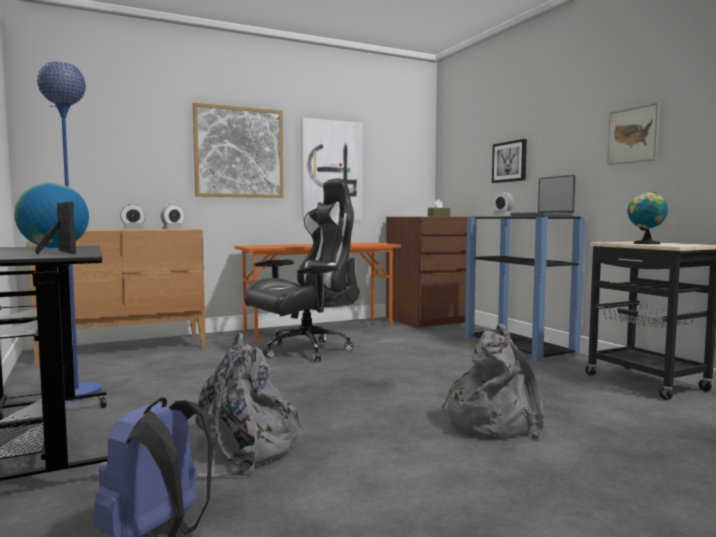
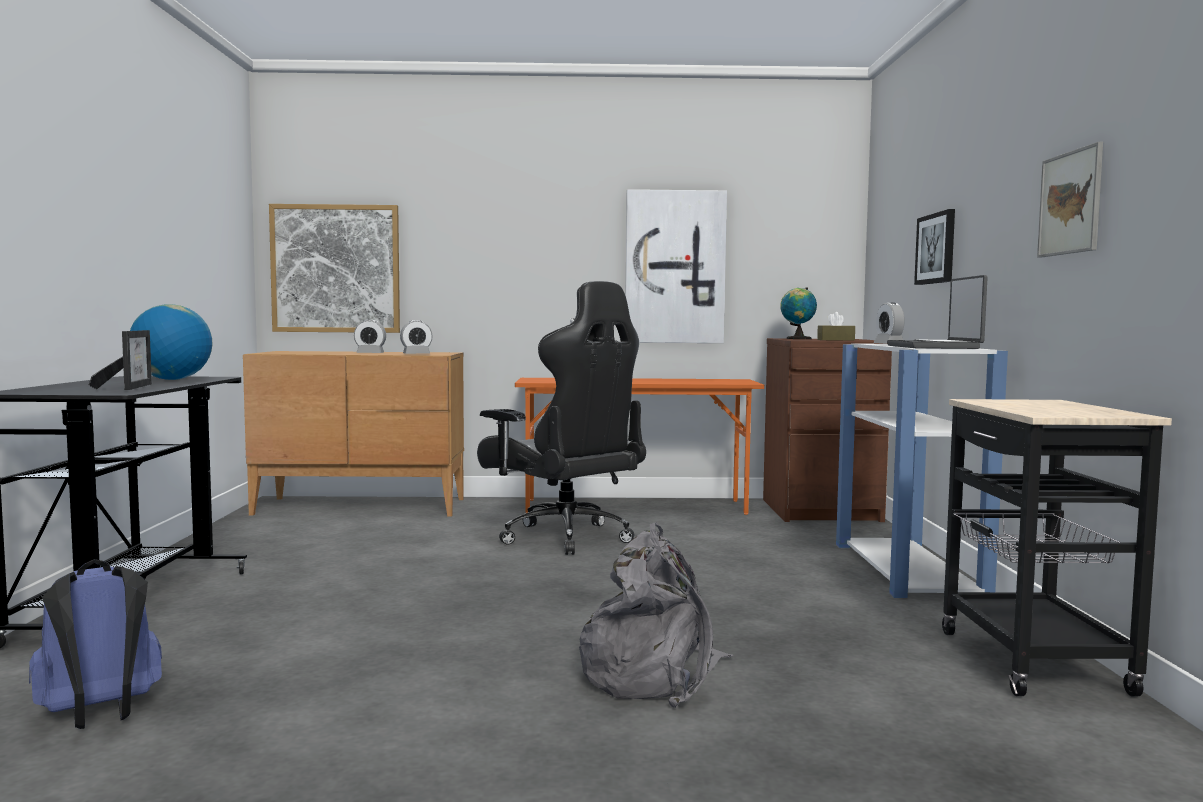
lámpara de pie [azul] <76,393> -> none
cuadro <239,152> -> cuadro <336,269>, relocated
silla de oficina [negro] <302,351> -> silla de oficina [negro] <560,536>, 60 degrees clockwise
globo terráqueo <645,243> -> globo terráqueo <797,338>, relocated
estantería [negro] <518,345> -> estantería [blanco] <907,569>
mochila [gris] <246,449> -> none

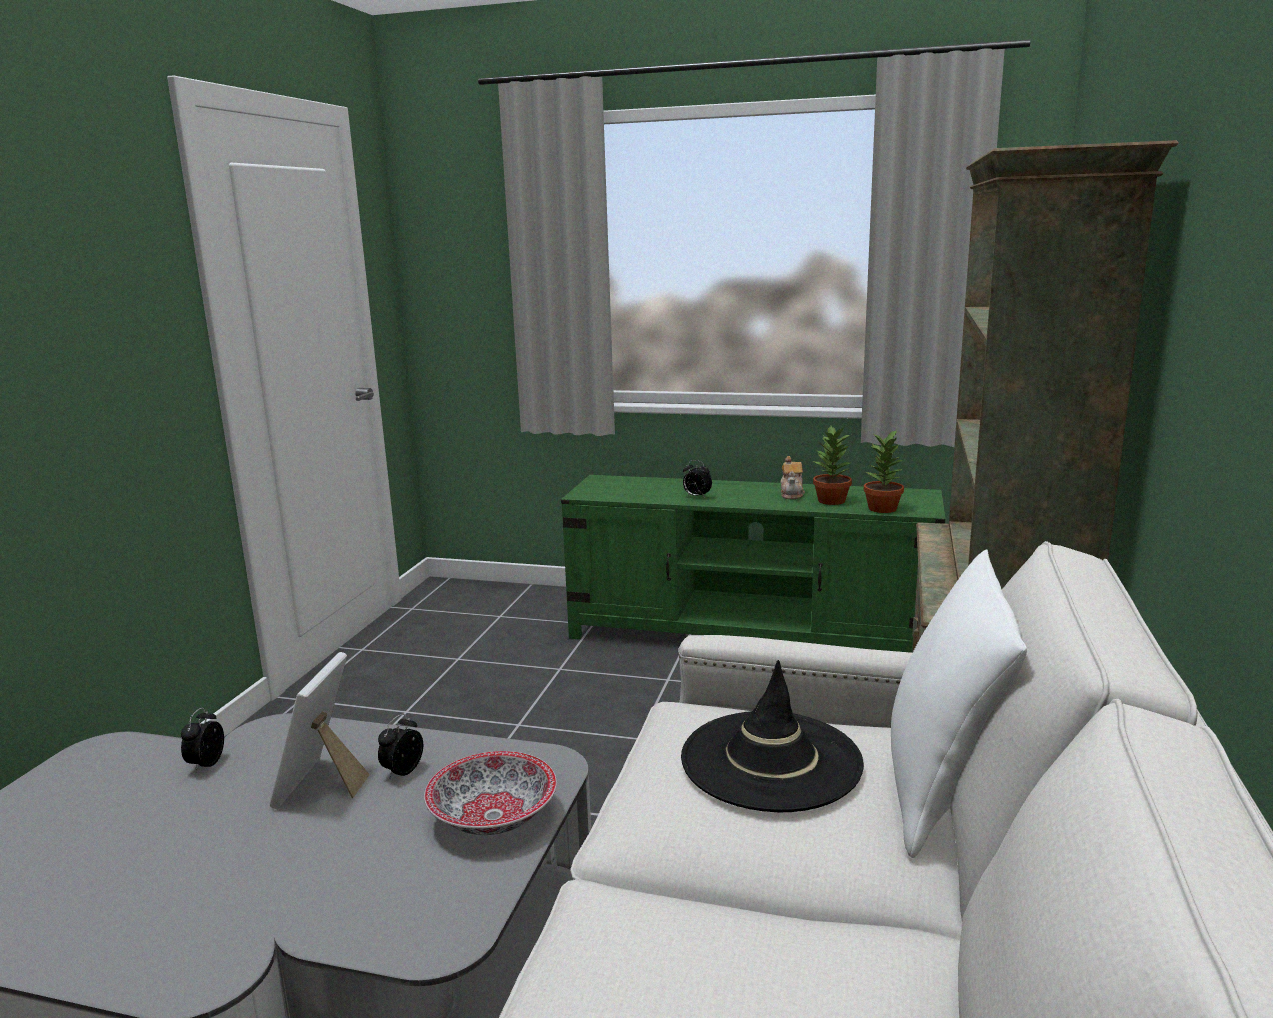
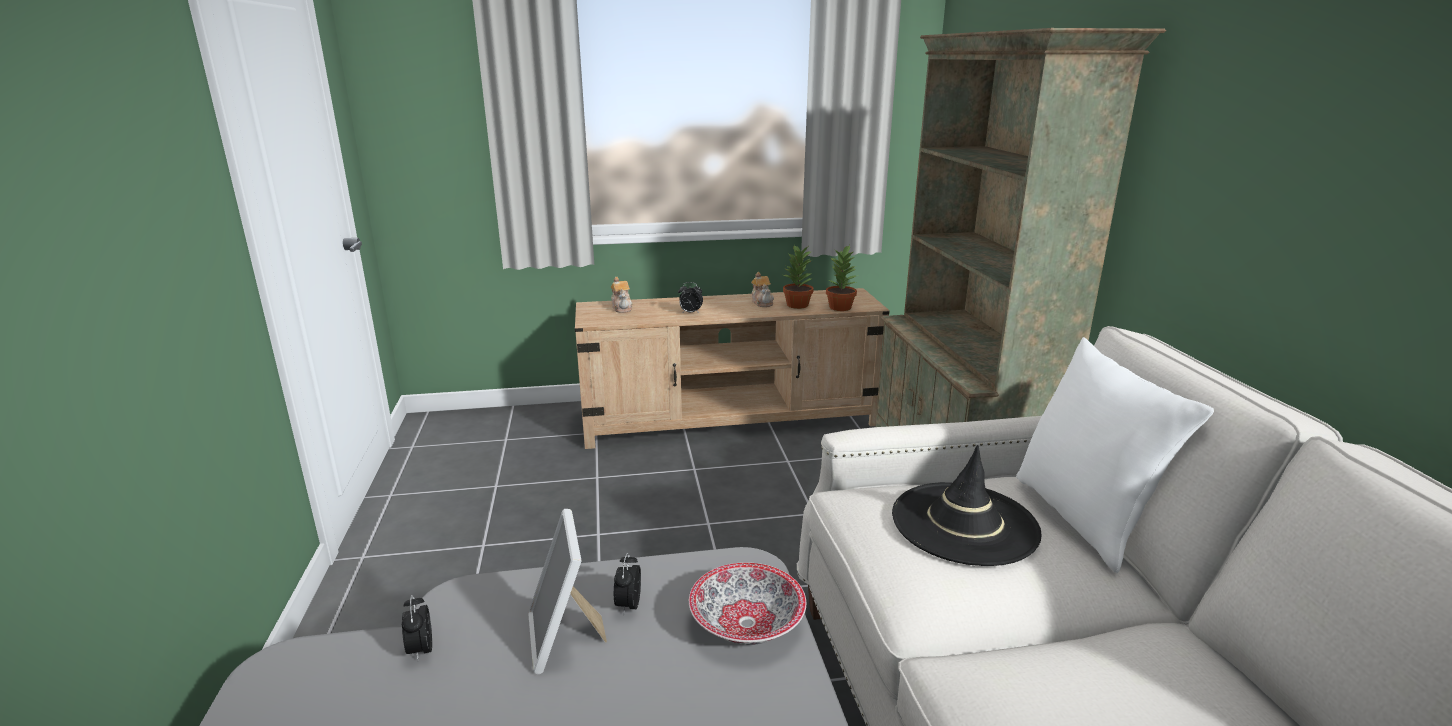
mueble de televisión [verde] <750,635> -> mueble de televisión [beis] <731,420>
none -> tetera <622,308>

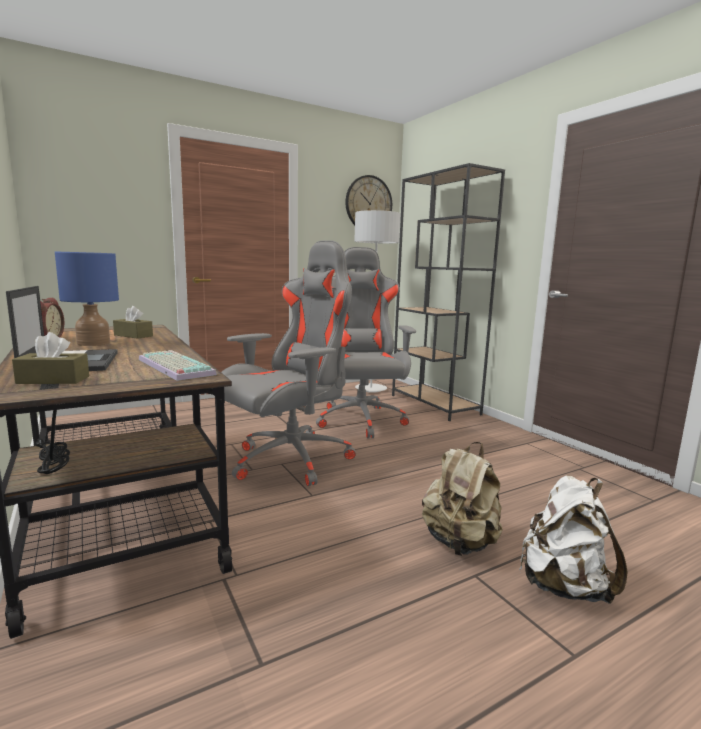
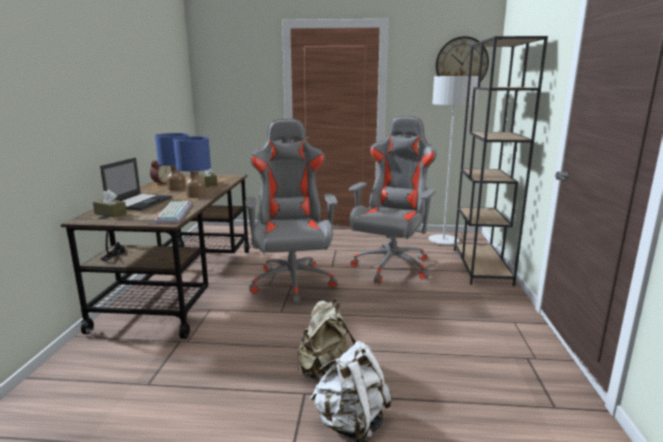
silla de oficina [gris] <284,463> -> silla de oficina [gris] <293,286>, 90 degrees counterclockwise
none -> lámpara de mesa [azul] <196,195>

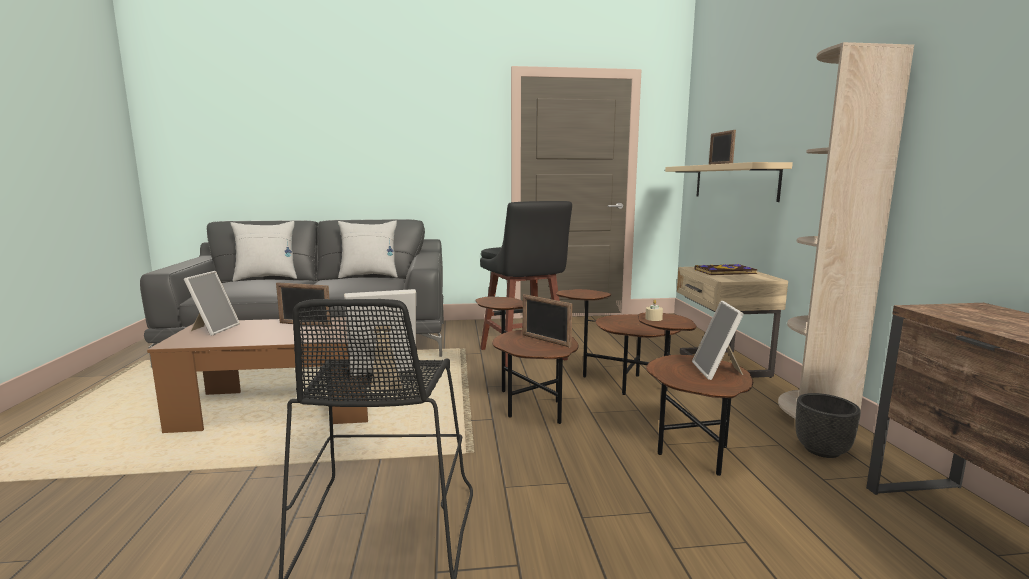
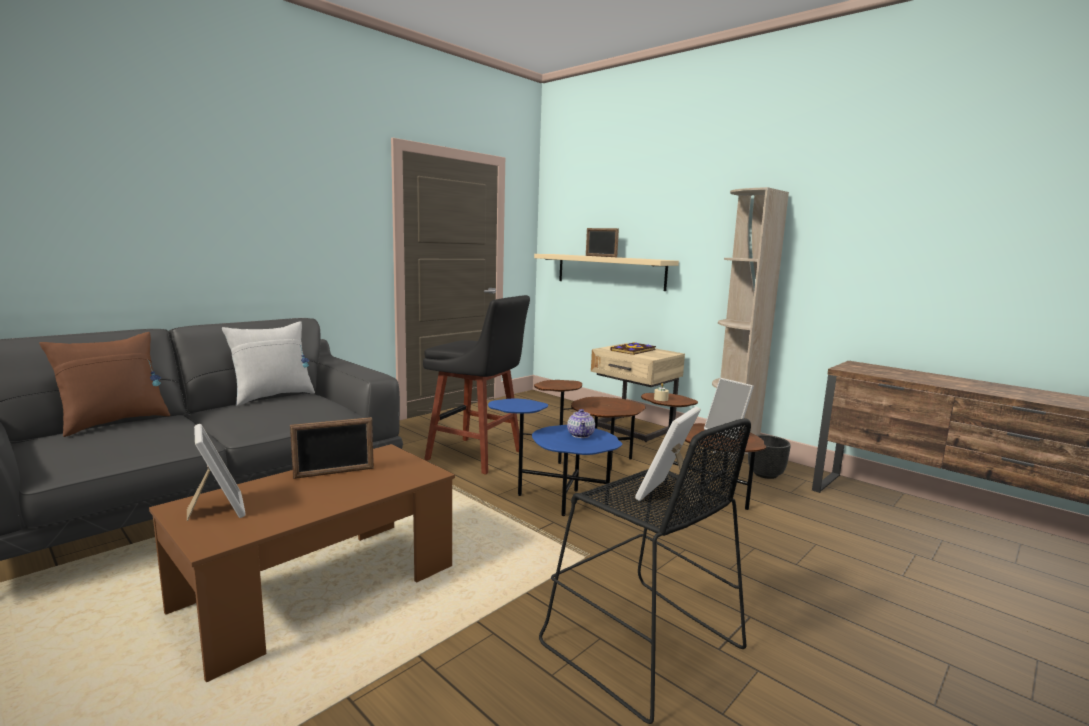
cojín [gris] <266,278> -> cojín [marrón] <114,423>
portarretratos <545,341> -> tetera <581,435>
mesa auxiliar [marrón] <525,404> -> mesa auxiliar [azul] <556,500>

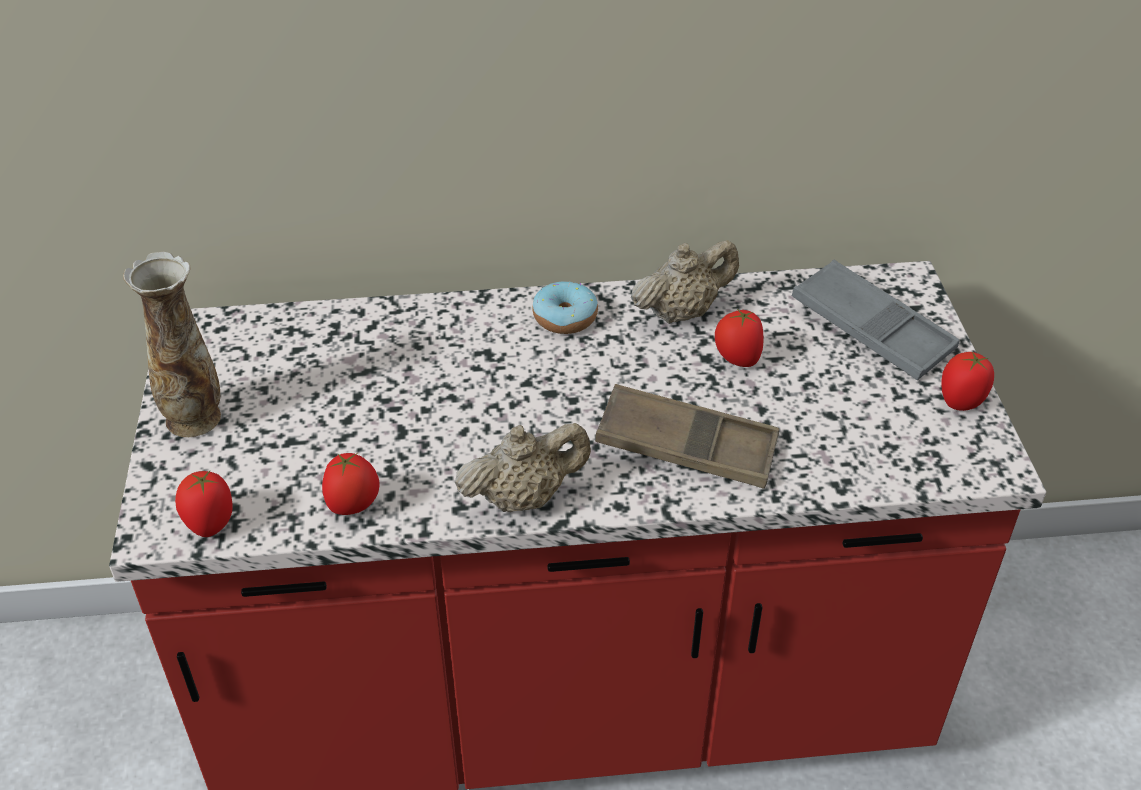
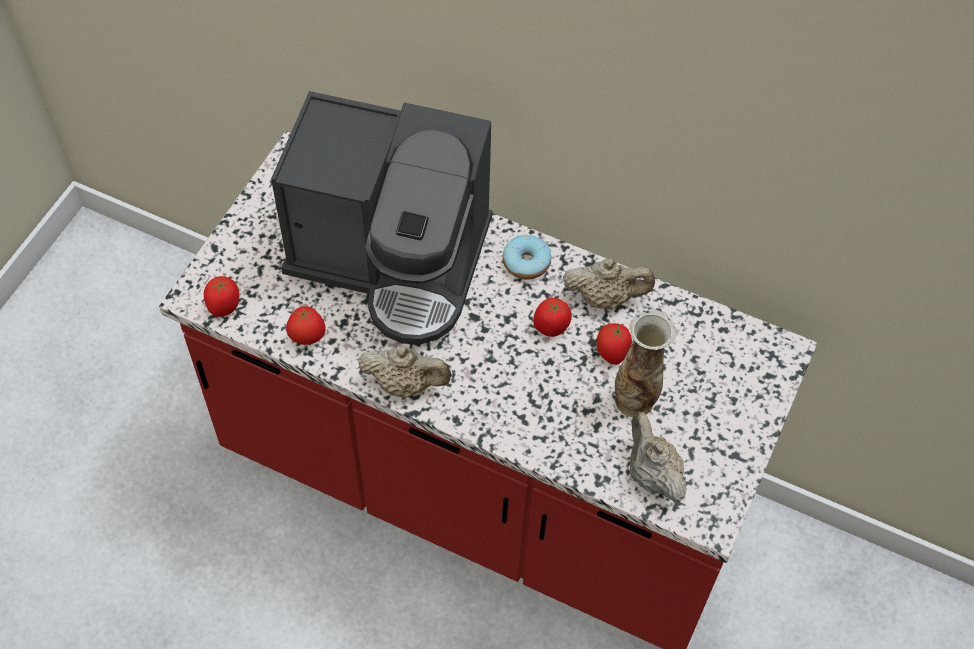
florero <195,417> -> florero <635,399>, relocated
bandeja [gris] <871,329> -> none
tomate <961,401> -> tomate <551,328>, relocated
bandeja [marrón] <686,446> -> none
none -> cafetera <393,259>
none -> tetera [beis] <651,473>

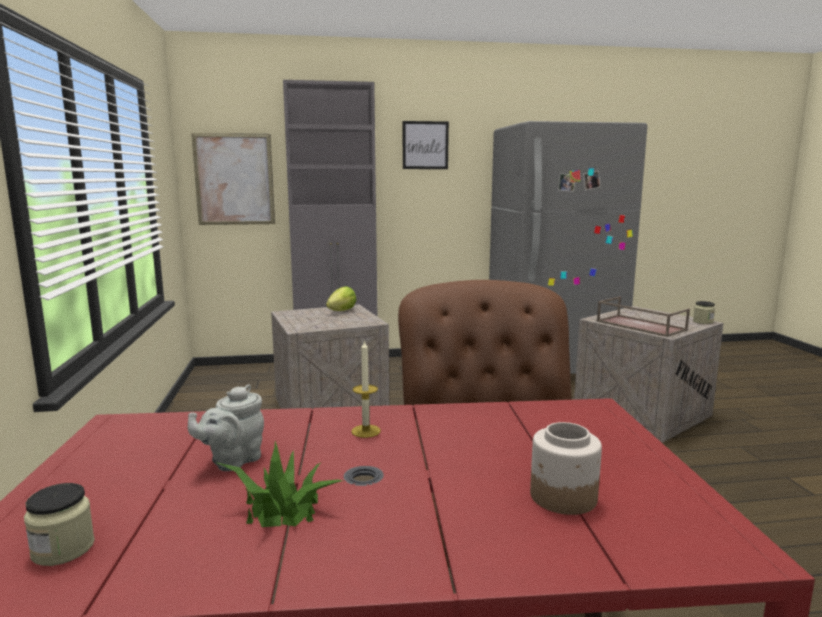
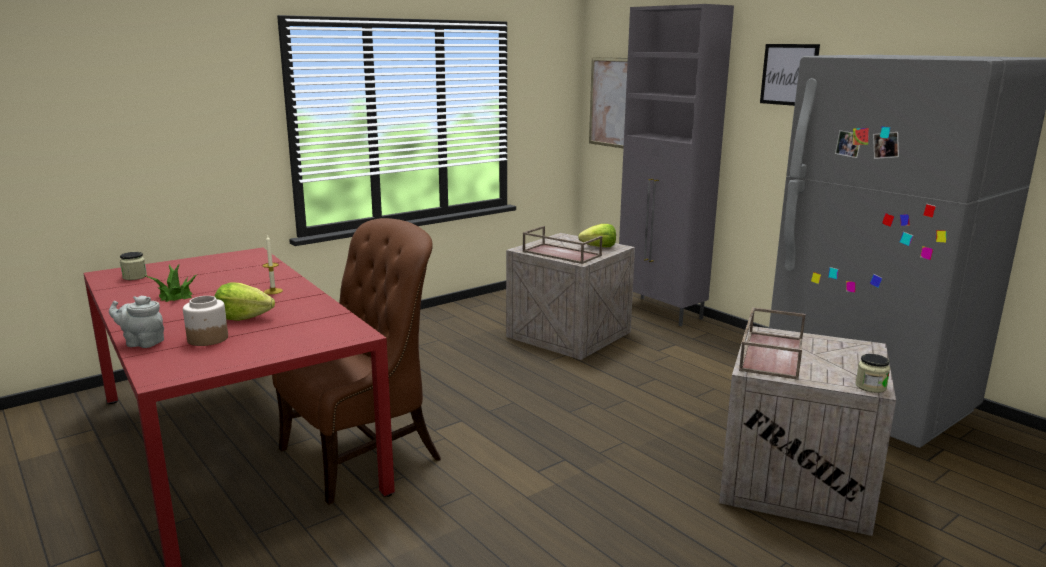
tetera [gris] <233,461> -> tetera [gris] <142,343>, relocated
none -> bandeja [marrón] <560,253>
none -> lechuga <243,318>

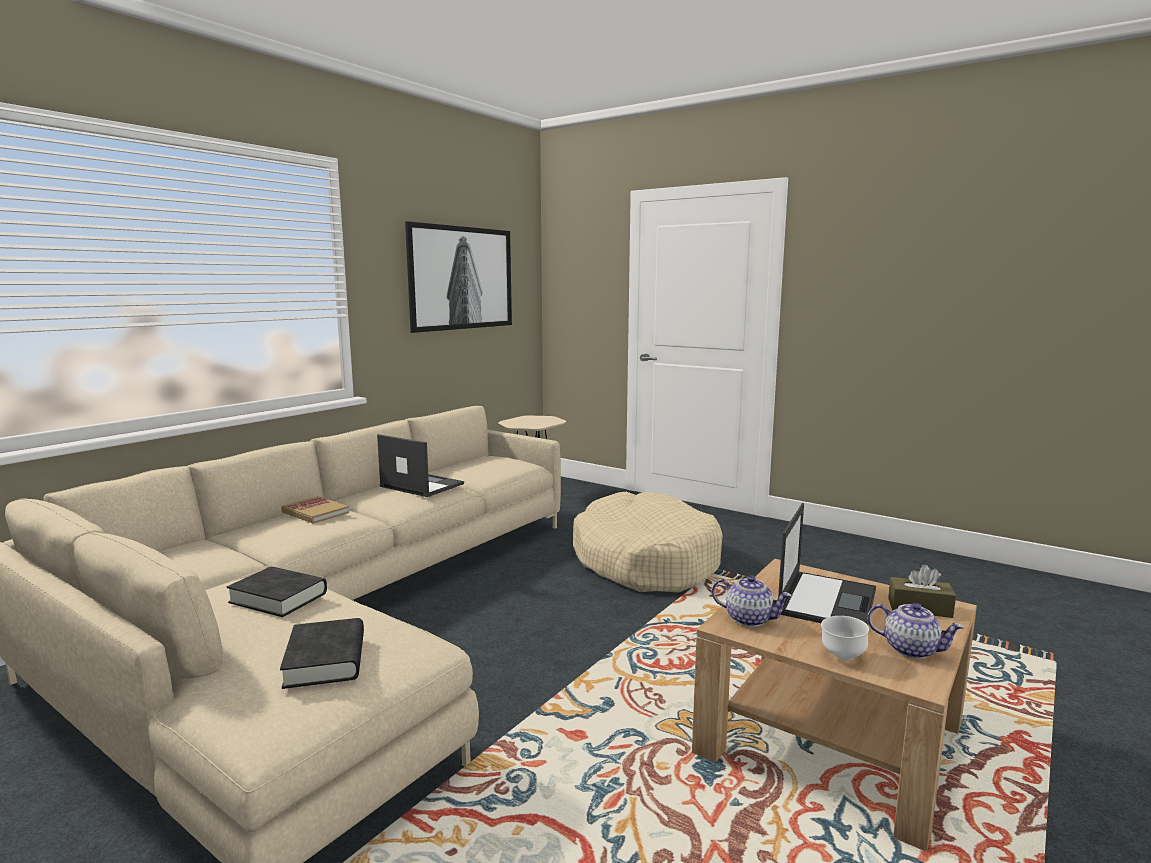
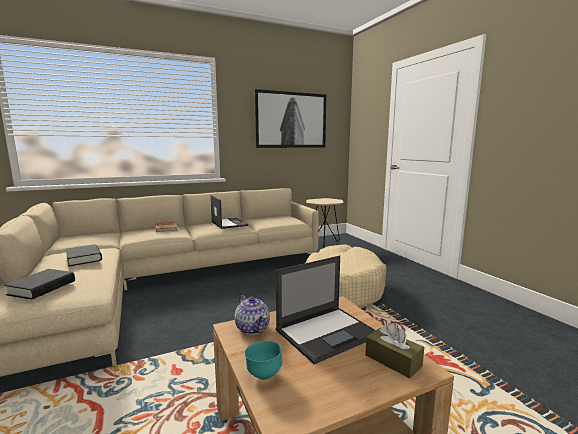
tetera <911,649> -> none
cuenco [blanco] <842,656> -> cuenco [turquesa] <263,375>

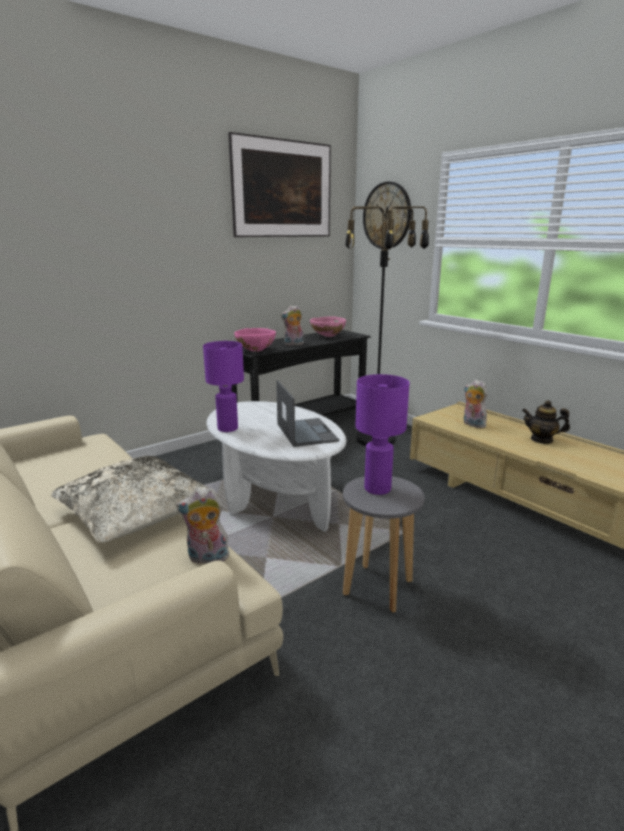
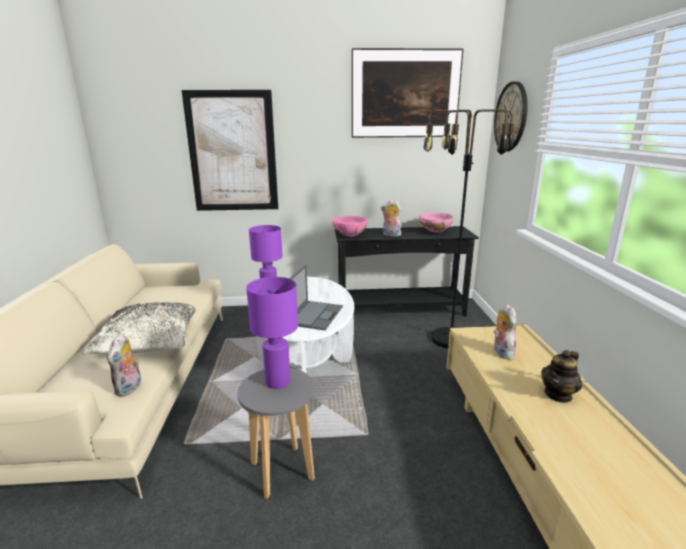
tetera <542,439> -> tetera <558,394>, 90 degrees counterclockwise
peluche <207,558> -> peluche <129,389>, 120 degrees counterclockwise
none -> cuadro <232,152>

